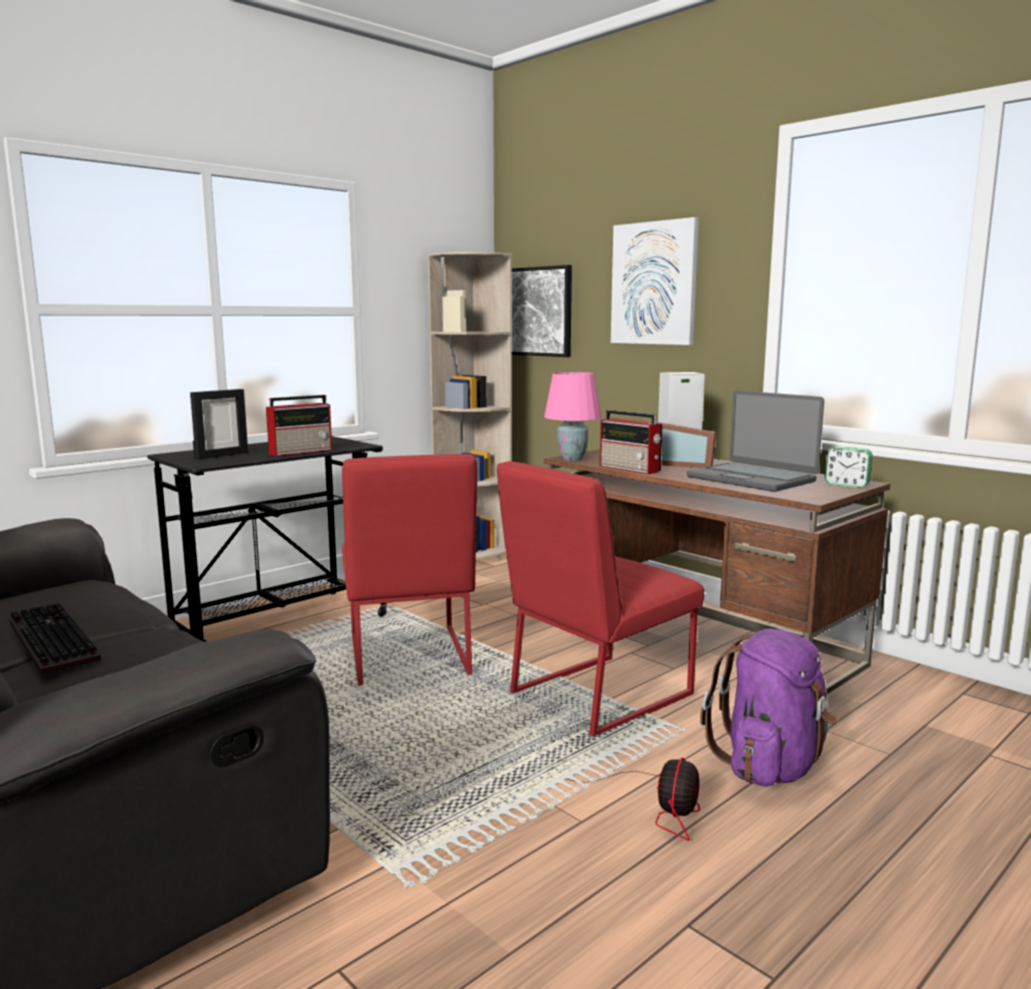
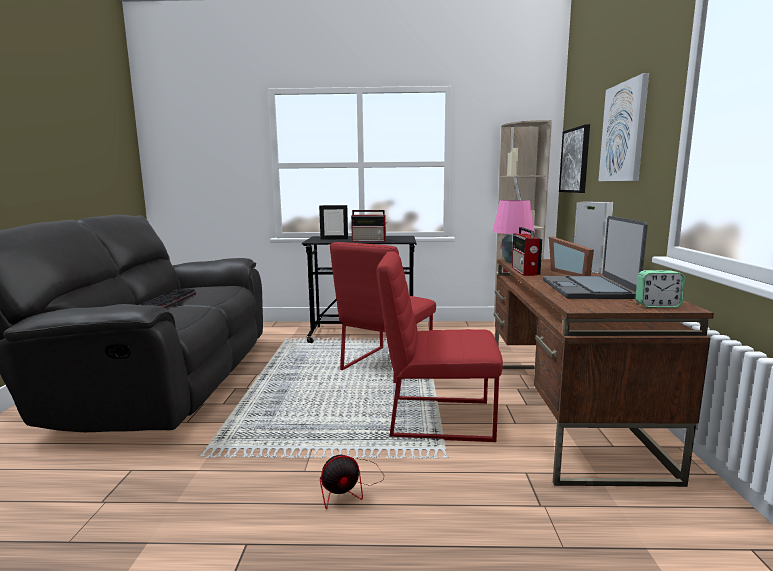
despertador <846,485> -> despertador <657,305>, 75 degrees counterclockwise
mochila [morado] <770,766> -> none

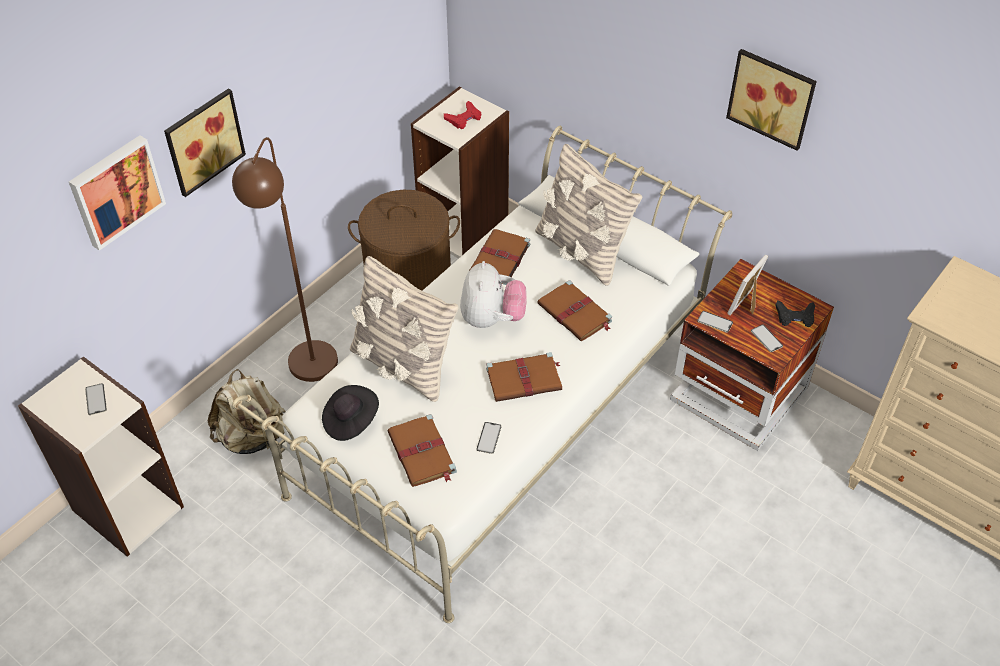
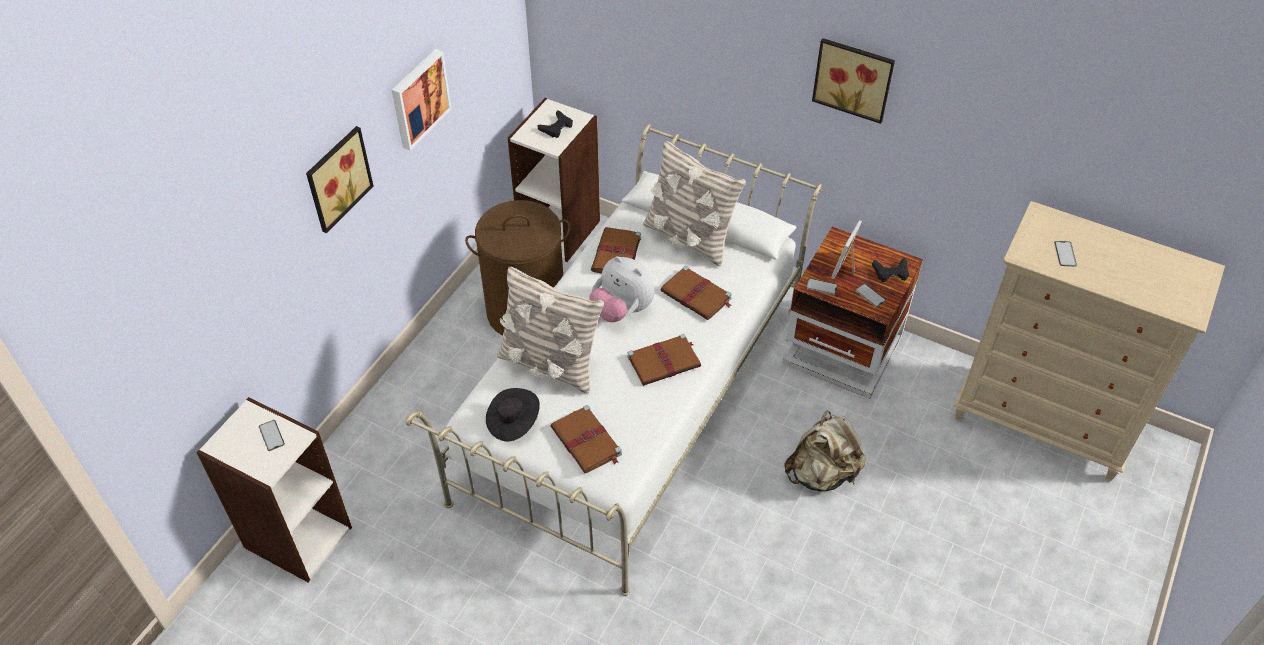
mando de consola [rojo] <464,118> -> mando de consola [negro] <556,127>
cuadro <115,191> -> cuadro <419,98>, relocated
lámpara de pie [marrón] <309,375> -> none
peluche <492,319> -> peluche <622,310>, 135 degrees clockwise
mochila [beis] <253,437> -> mochila [beis] <822,473>, relocated
móvil <489,438> -> móvil <1065,254>, relocated

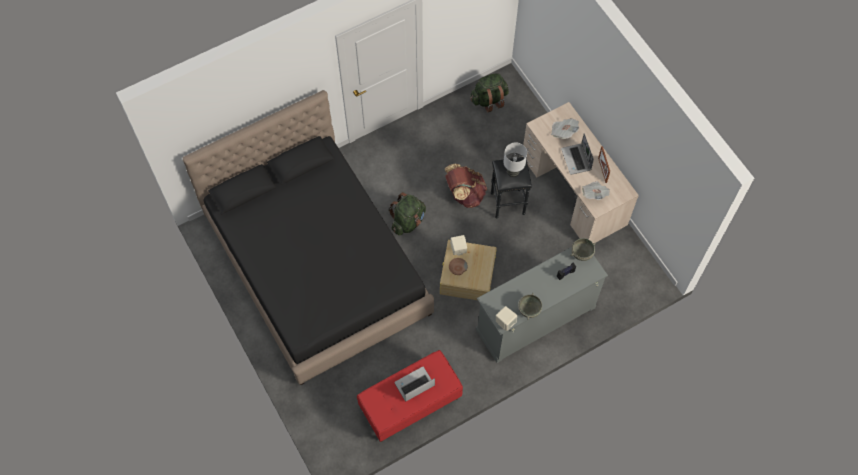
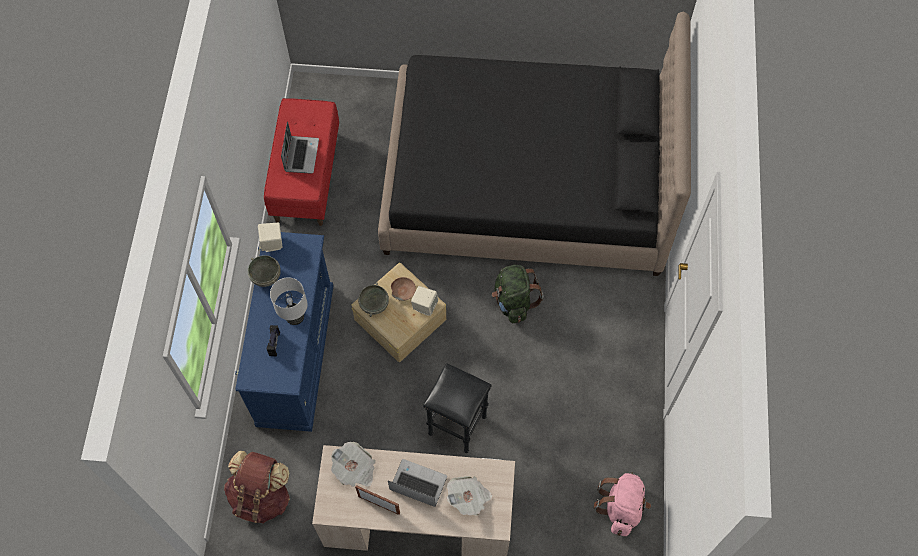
mochila [verde] <489,100> -> mochila [rosa] <621,507>
lámpara de mesa [gris] <513,171> -> lámpara de mesa [gris] <295,316>, relocated
mochila [marrón] <464,194> -> mochila [marrón] <261,496>, relocated
cuenco [gris] <582,254> -> cuenco [gris] <373,304>, relocated
cómoda [gris] <535,319> -> cómoda [azul] <295,353>

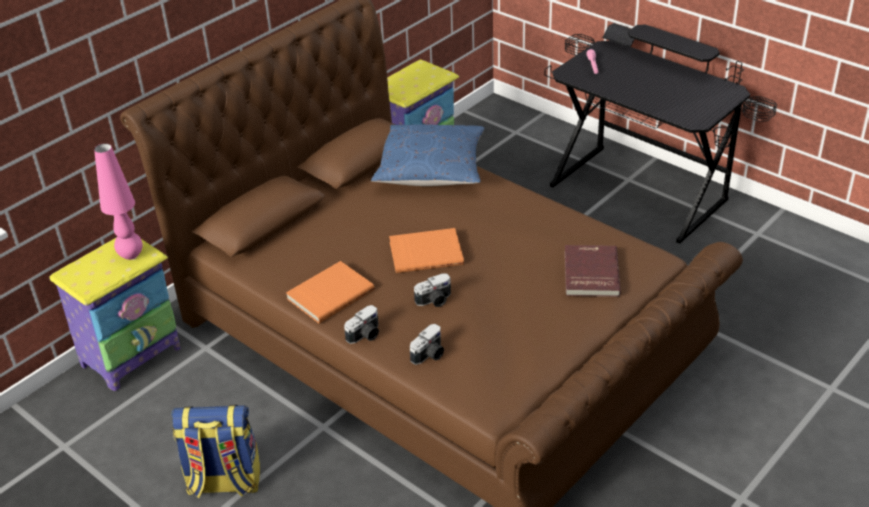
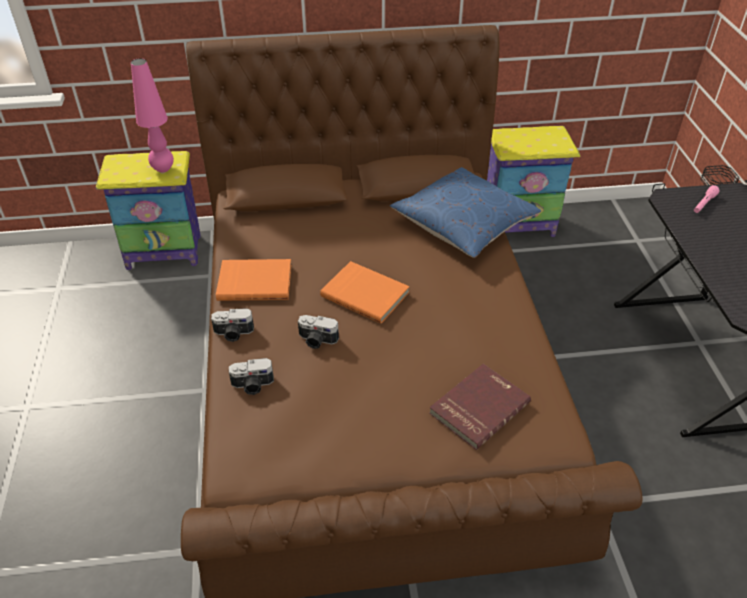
mochila <224,482> -> none

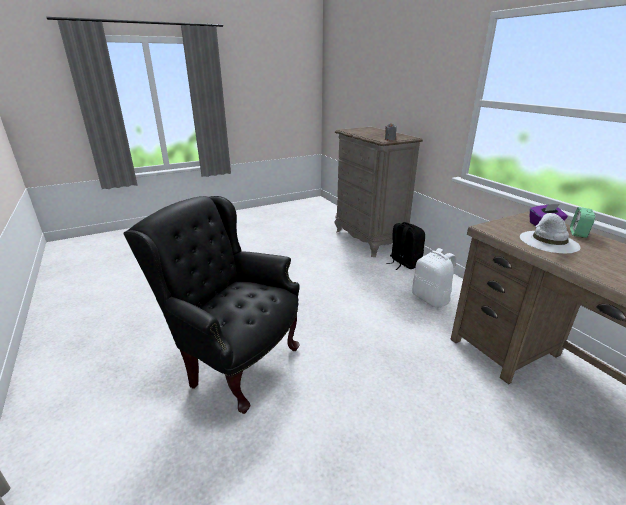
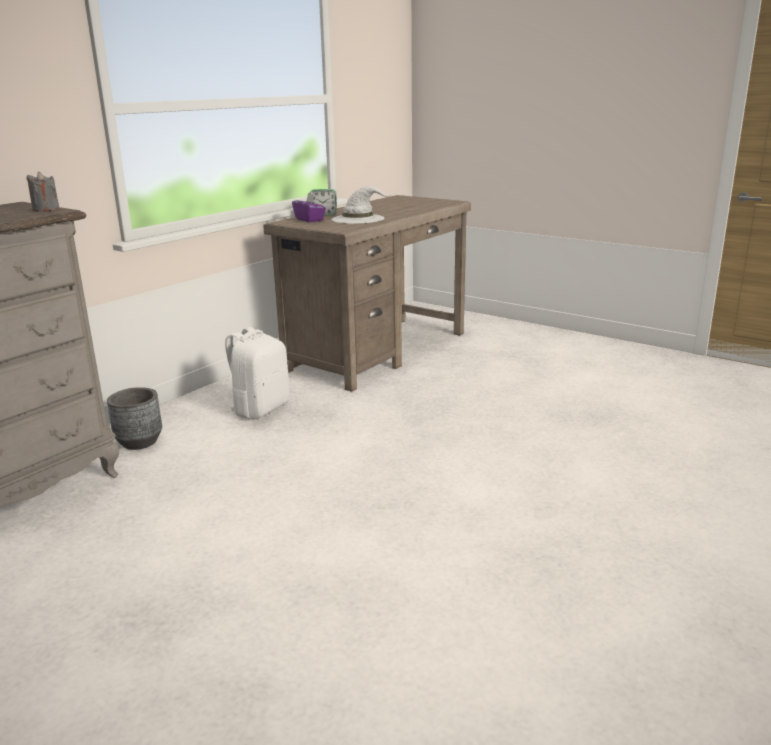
sillón [negro] <235,363> -> none
mochila [negro] <403,263> -> maceta [gris] <139,442>

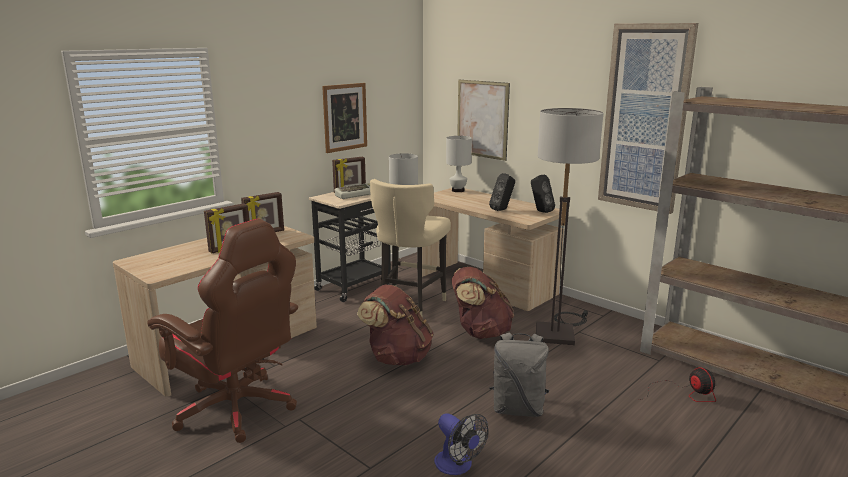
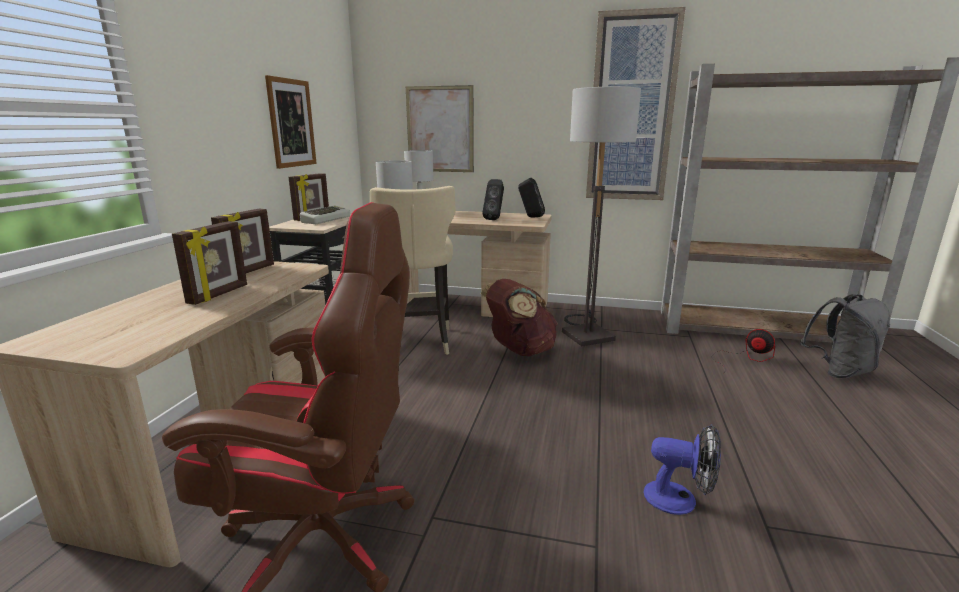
mochila [marrón] <397,357> -> none
mochila [gris] <518,409> -> mochila [gris] <839,371>, relocated

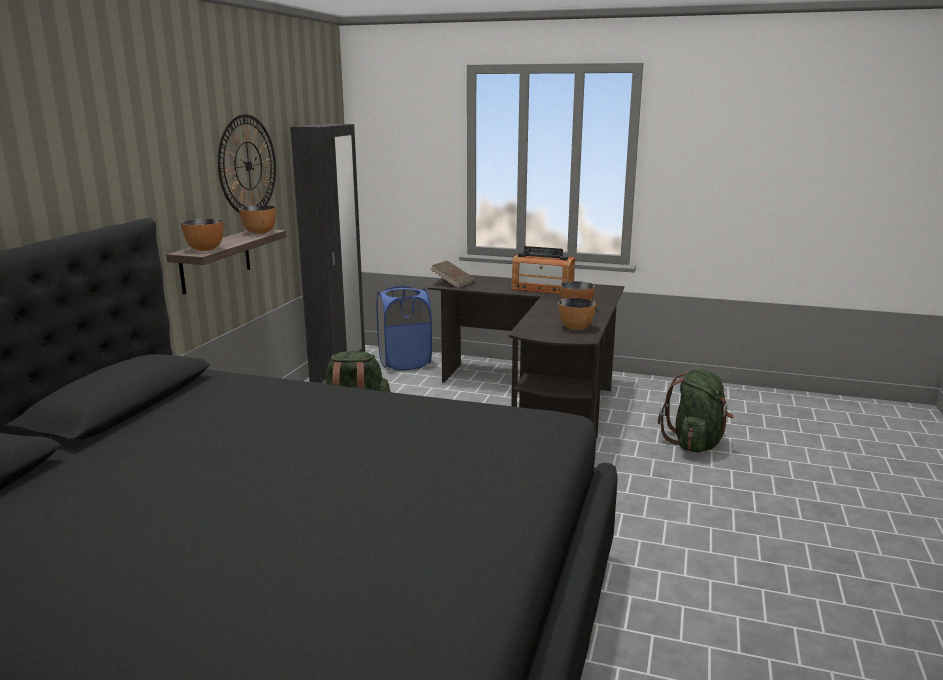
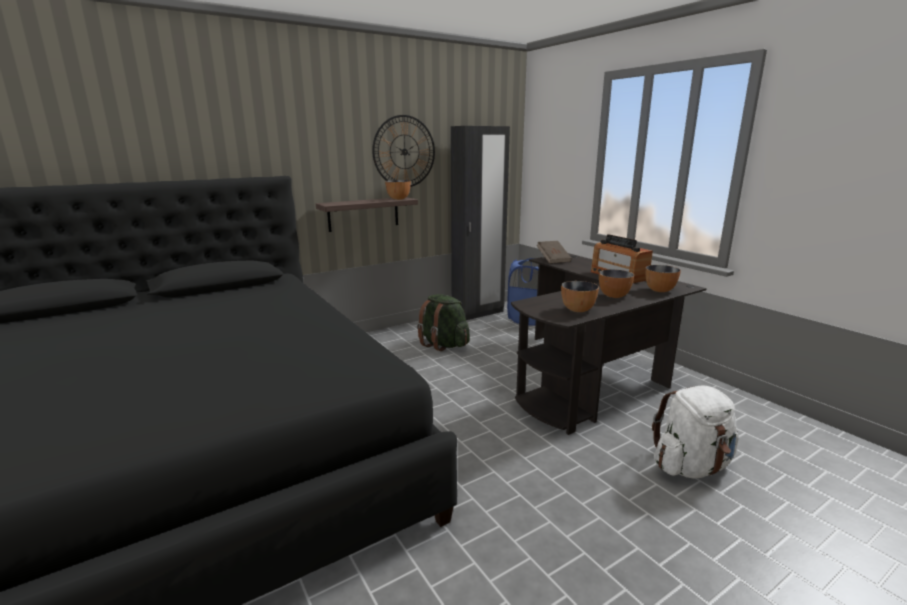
cuenco <205,249> -> cuenco <660,290>, relocated
mochila [verde] <695,443> -> mochila [blanco] <691,466>

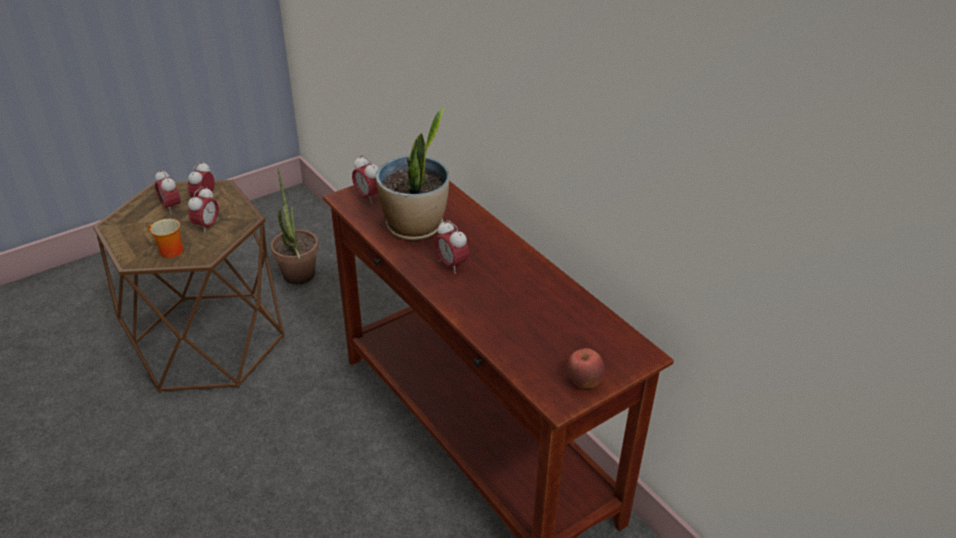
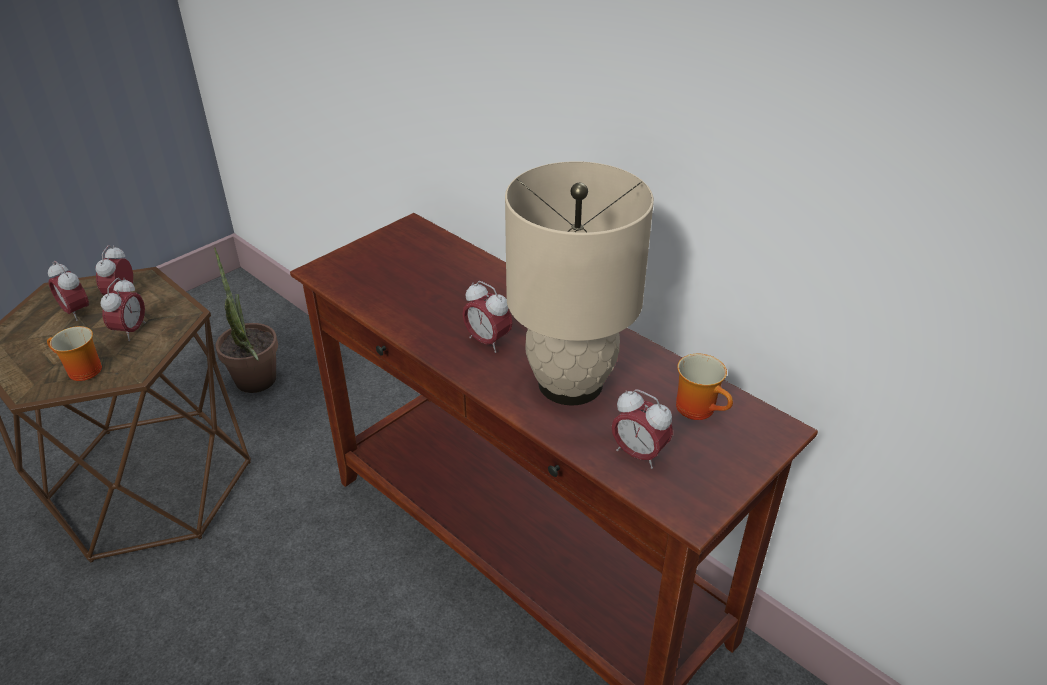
planta en maceta <415,227> -> none
despertador <368,197> -> despertador <638,454>, relocated
manzana <584,382> -> none
none -> lámpara de mesa [beis] <570,384>
none -> taza grande <700,408>

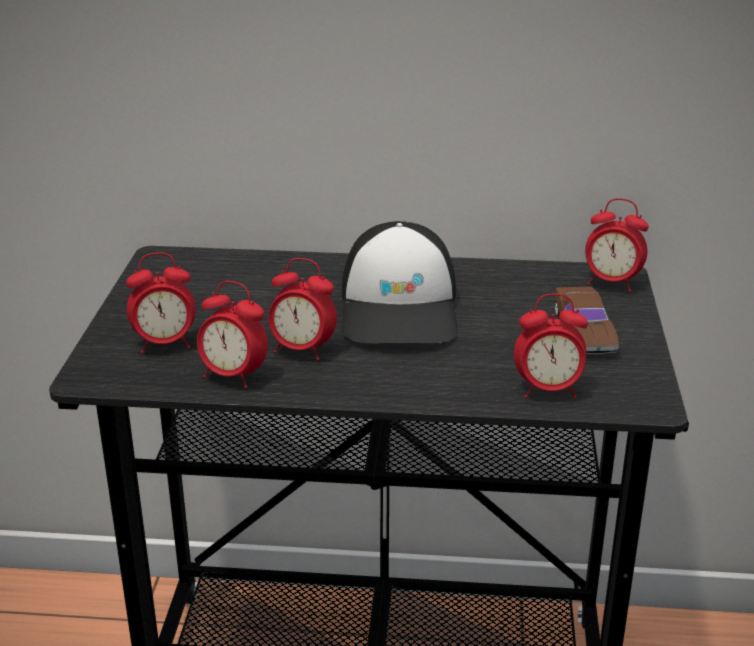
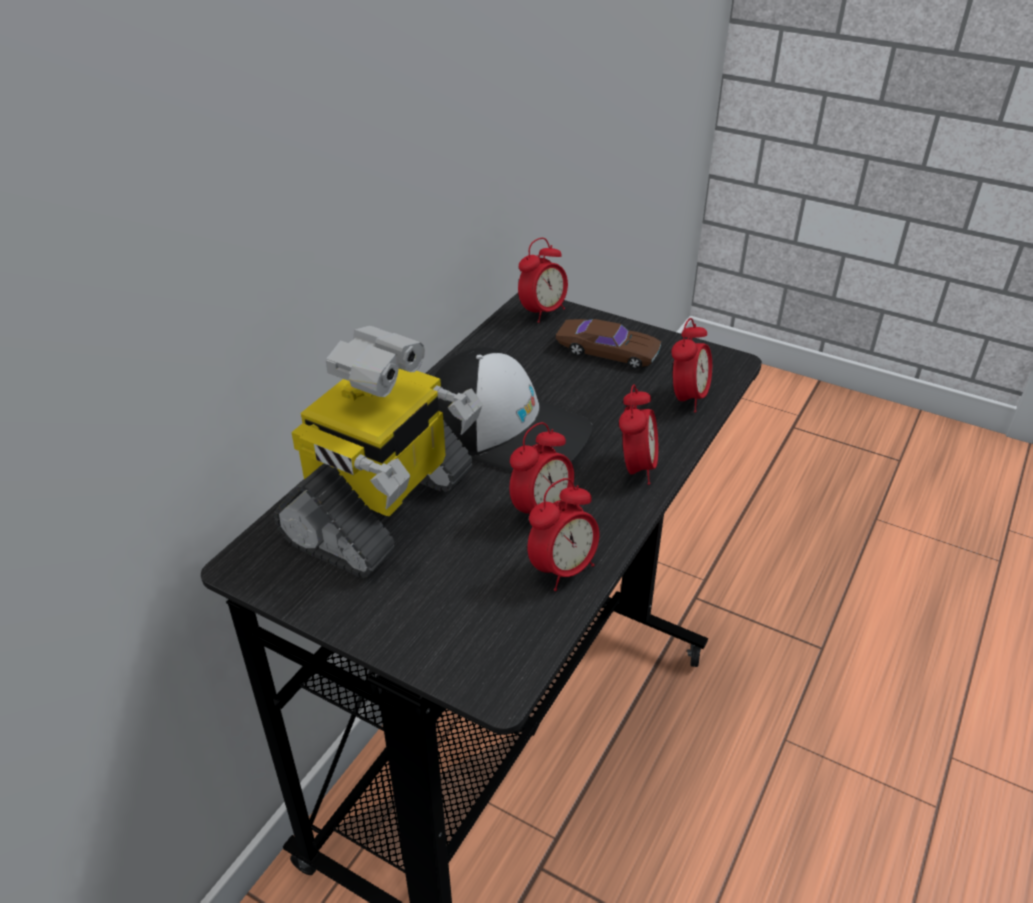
despertador <165,344> -> despertador <636,468>, relocated
none -> robot de juguete <382,510>

